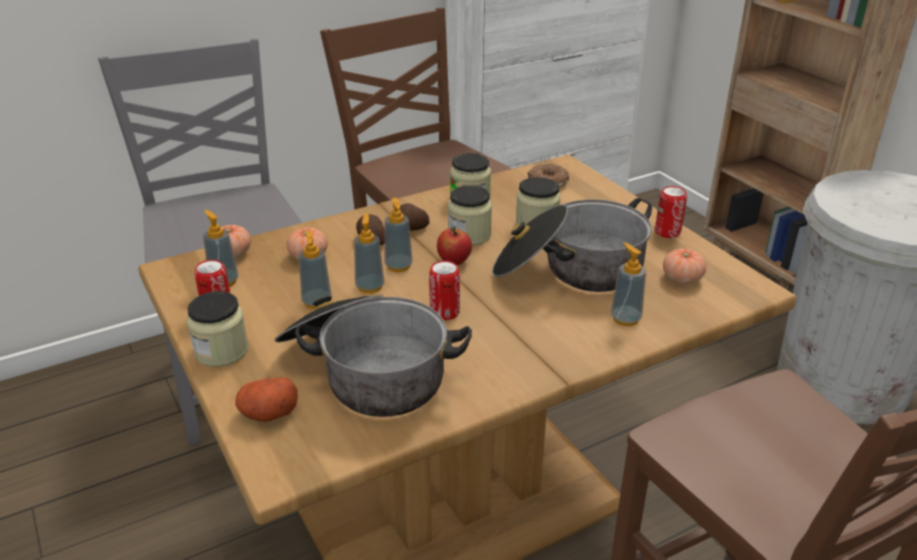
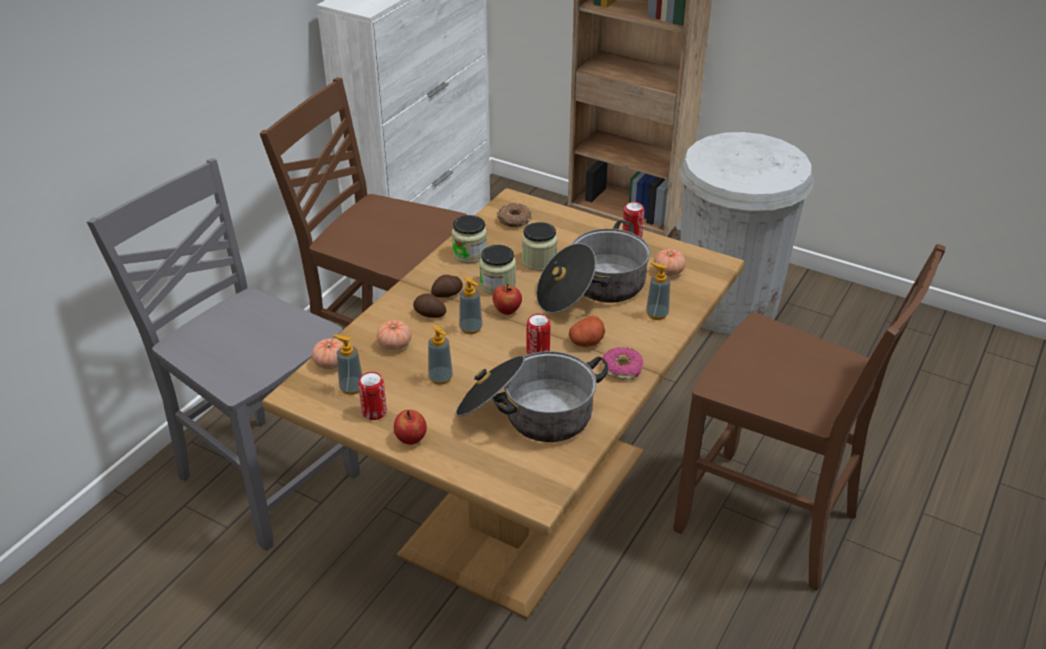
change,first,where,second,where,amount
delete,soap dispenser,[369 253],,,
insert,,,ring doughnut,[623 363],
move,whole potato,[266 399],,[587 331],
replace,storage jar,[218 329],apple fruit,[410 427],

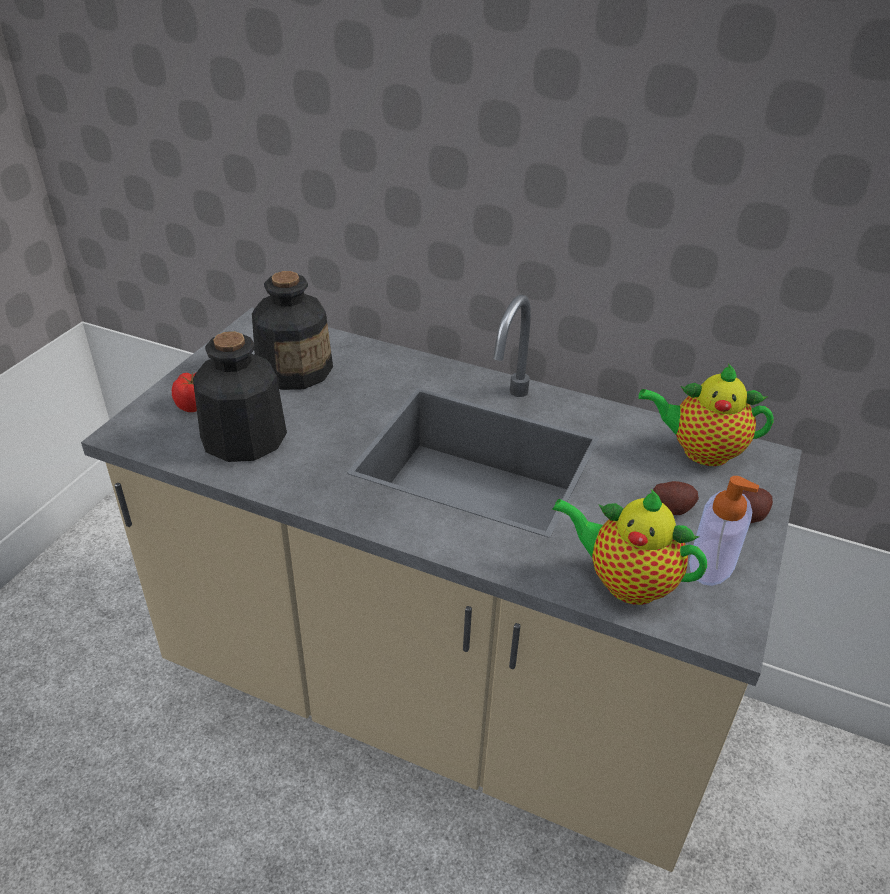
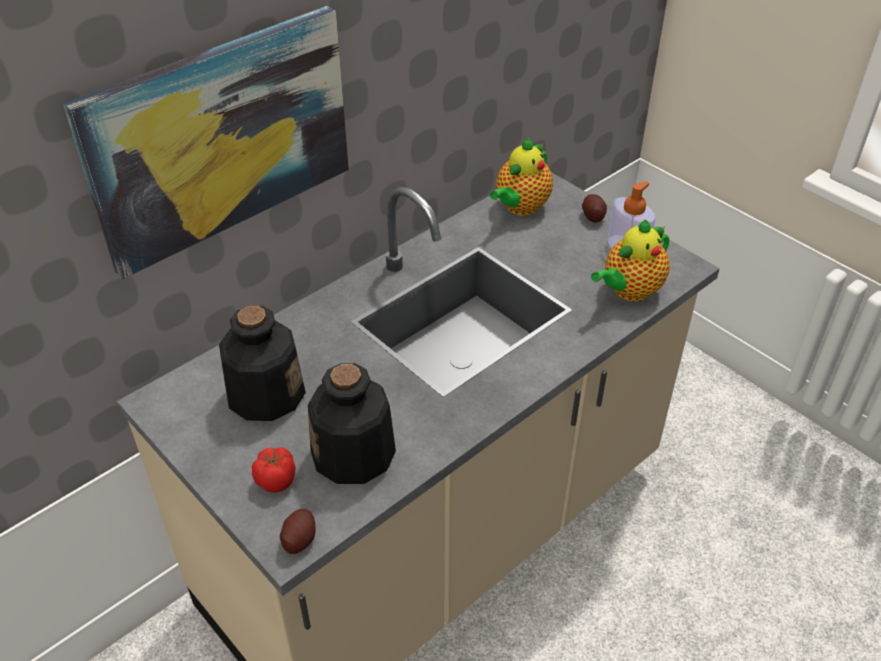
change,first,where,second,where,amount
insert,,,wall art,[206 142],
move,whole potato,[676 498],,[298 531],

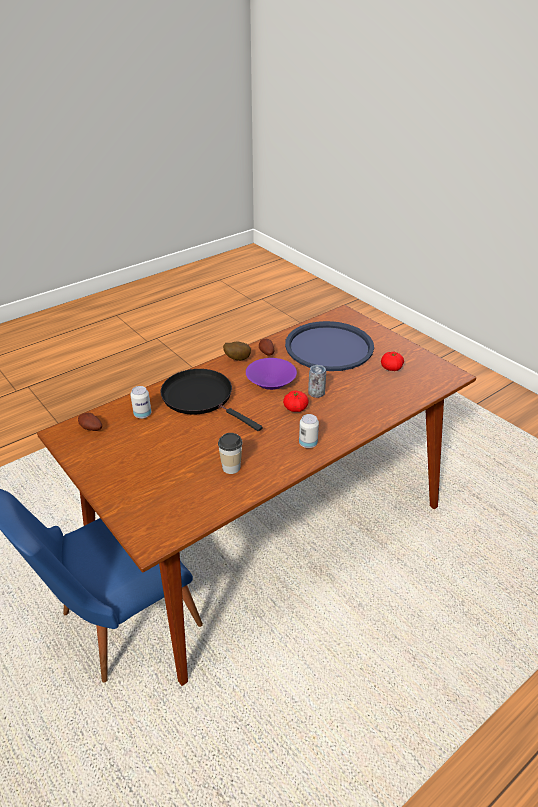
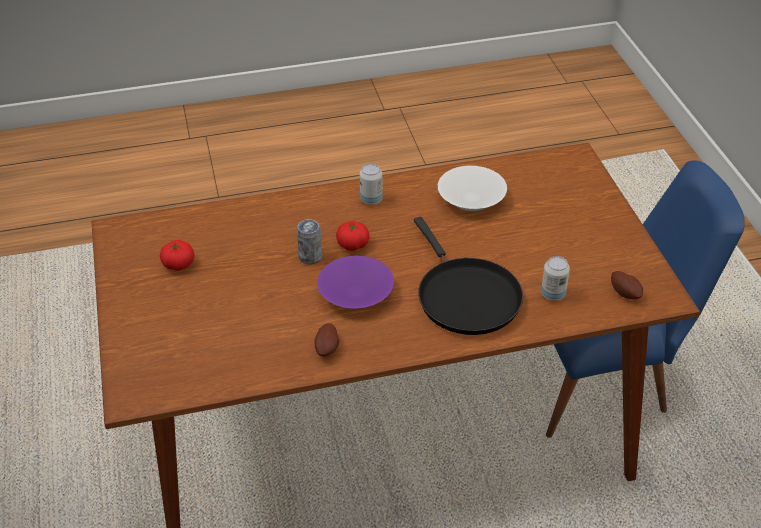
change,first,where,second,where,amount
delete,whole potato,[237 351],,,
delete,blue carrying tray,[329 346],,,
replace,cup,[230 453],whitish serving bowl,[472 188],

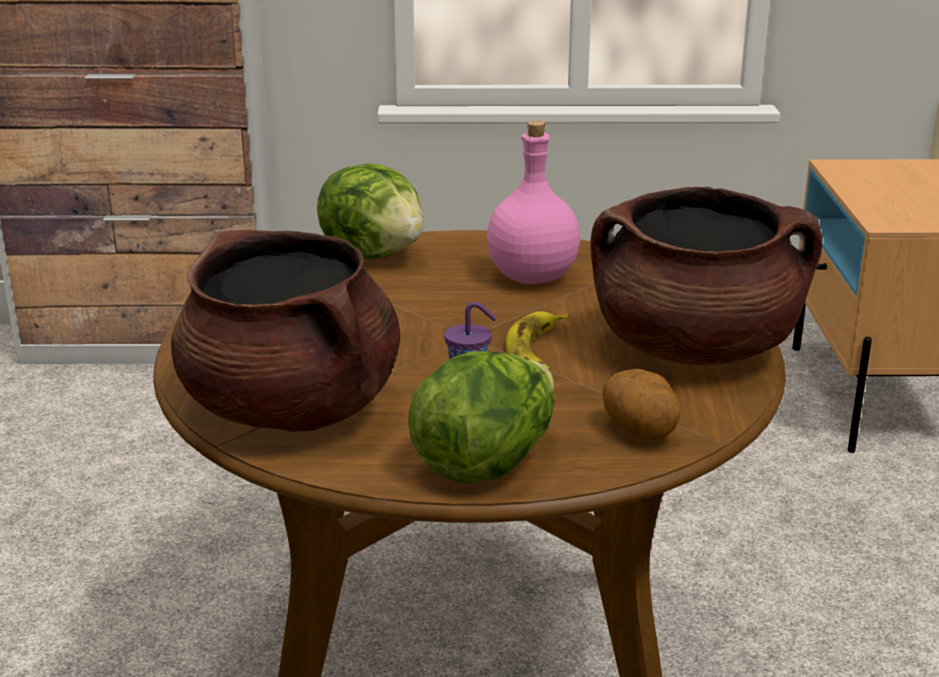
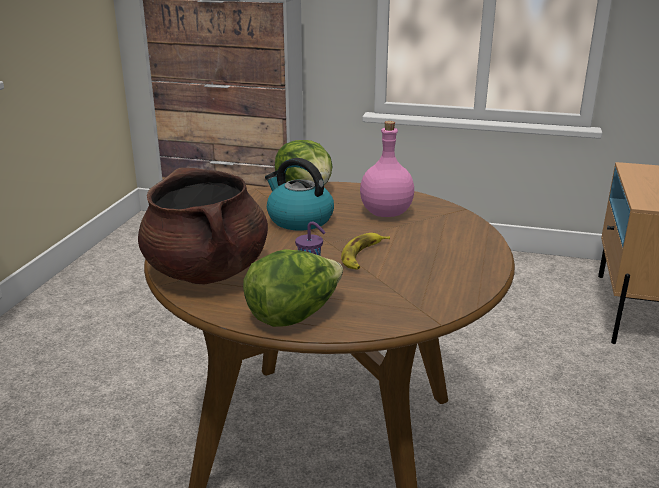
change,first,where,second,where,amount
delete,brown stockpot,[706 276],,,
delete,whole potato,[641 404],,,
insert,,,tea kettle,[299 194],

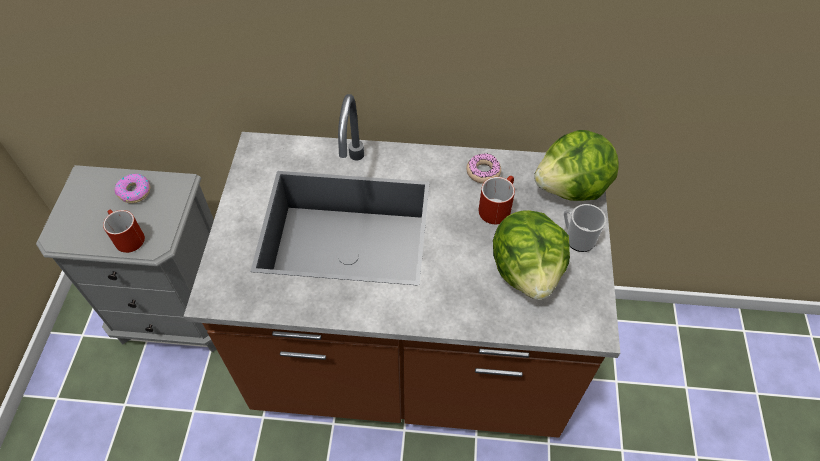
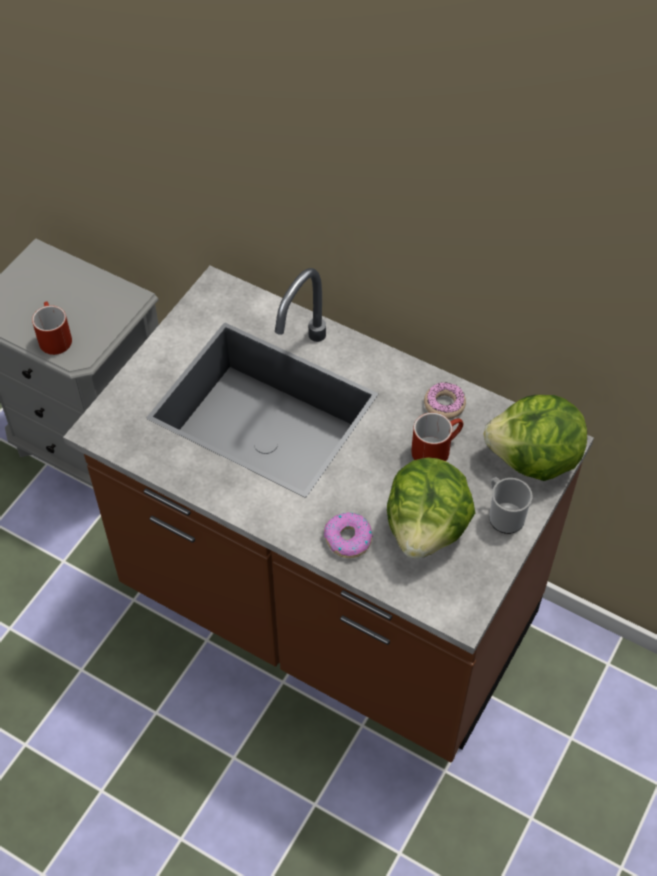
change,first,where,second,where,amount
move,ring doughnut,[132 188],,[348 535],

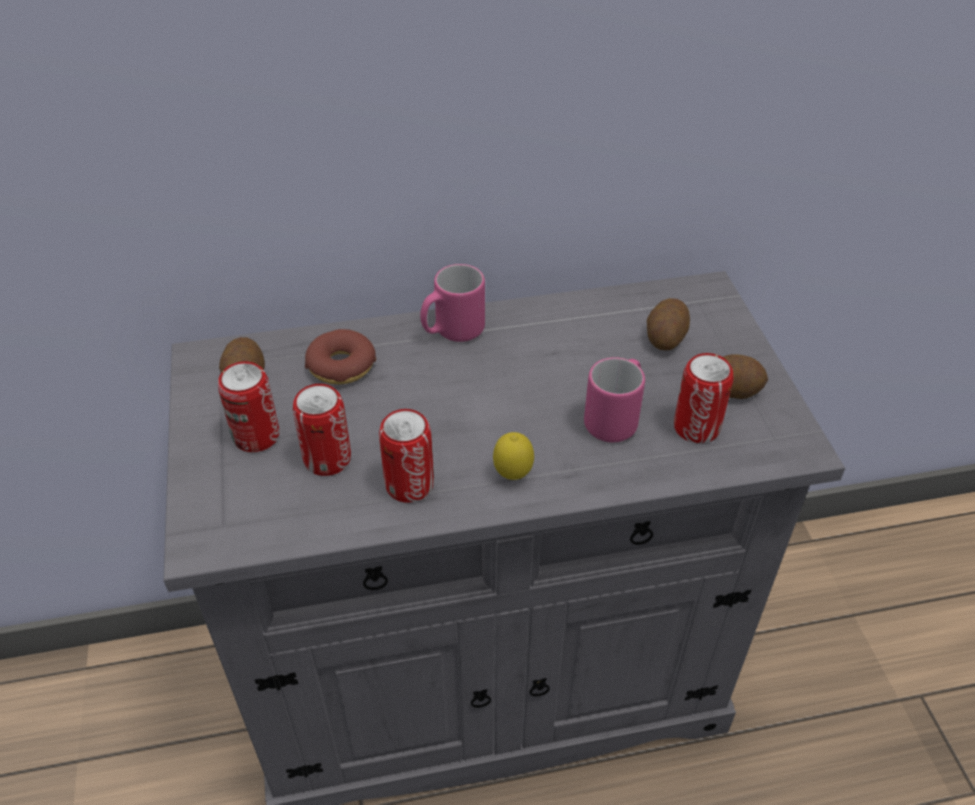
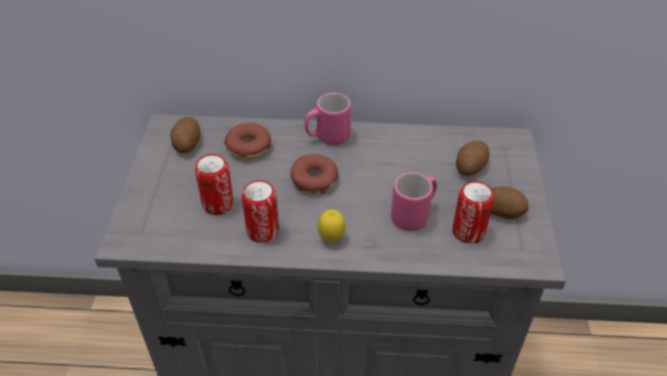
change,first,where,second,where,amount
delete,can,[248 406],,,
insert,,,ring doughnut,[314 174],

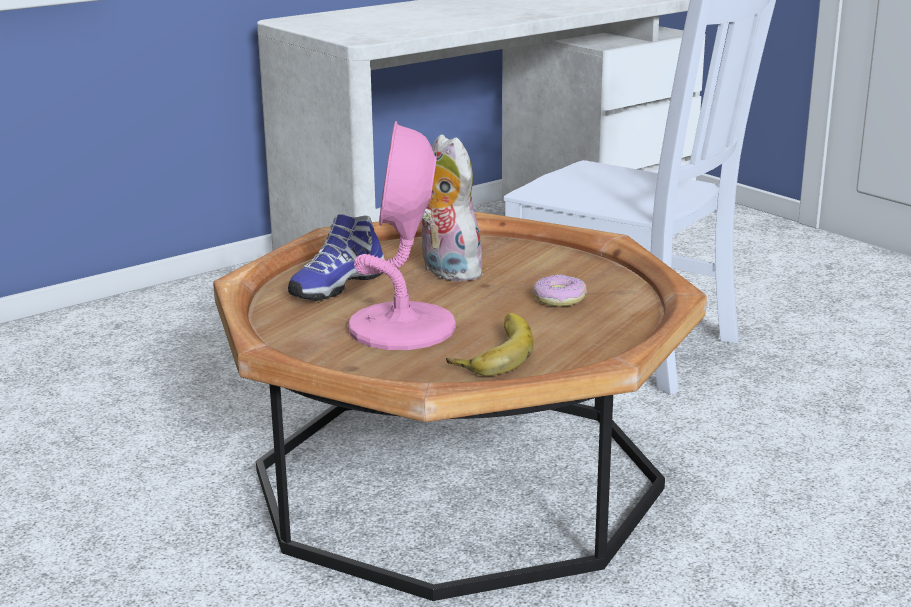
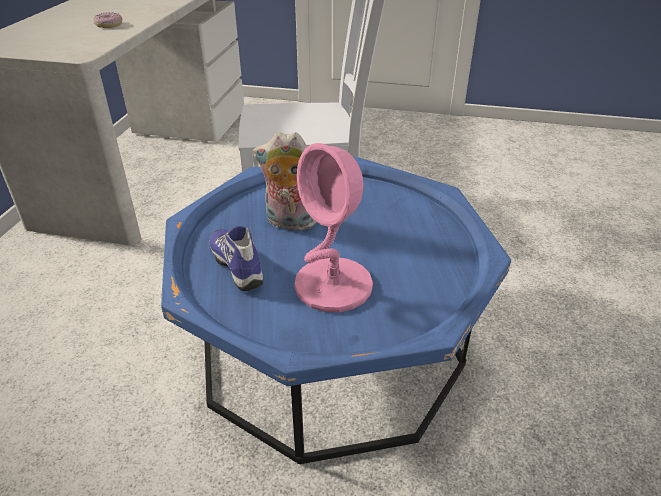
change,first,where,second,where,amount
delete,banana,[490 344],,,
move,ring doughnut,[560 291],,[107 20],
recolor,brown coffee table,[460 406],blue coffee table,[336 310],
rotate,shoe,[336 257],,[236 259],150 degrees clockwise

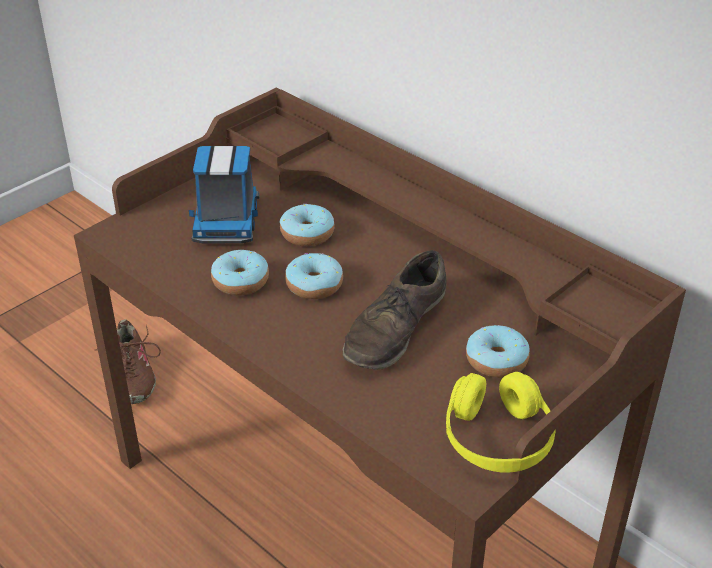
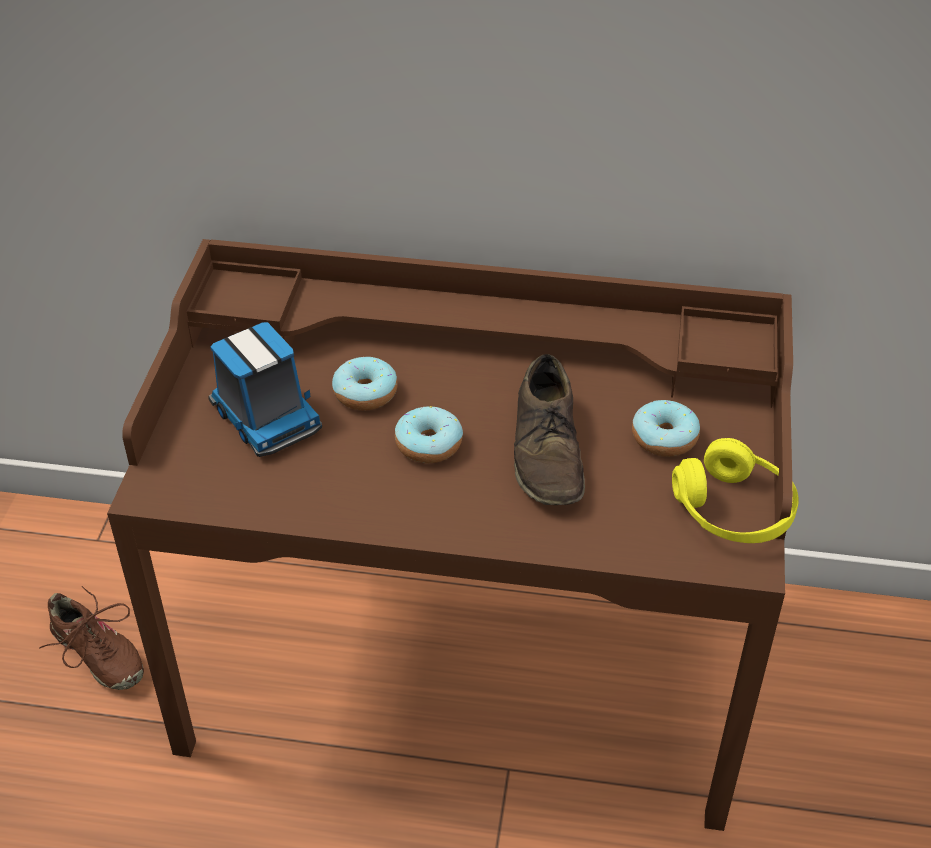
change,first,where,second,where,amount
delete,ring doughnut,[240 273],,,

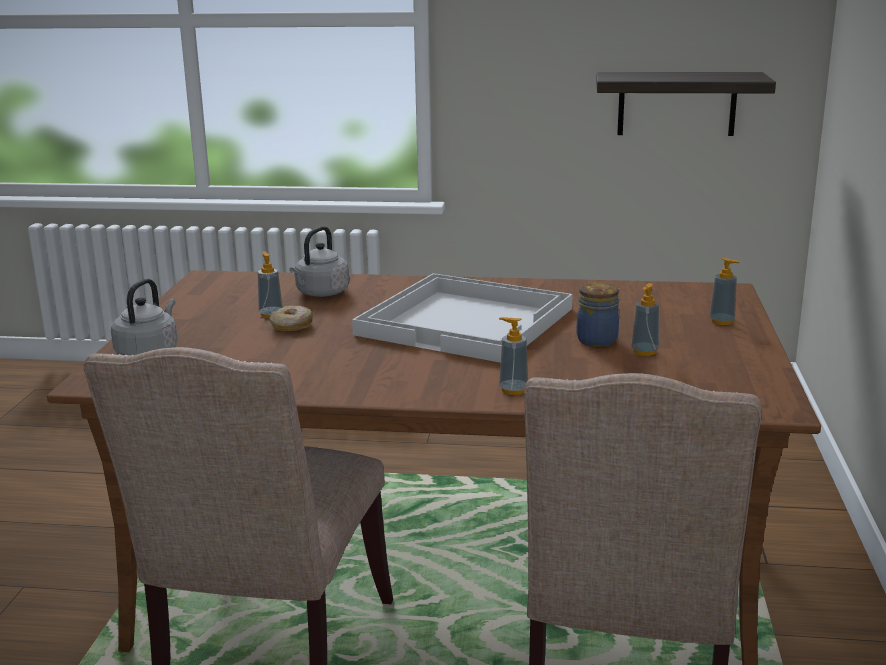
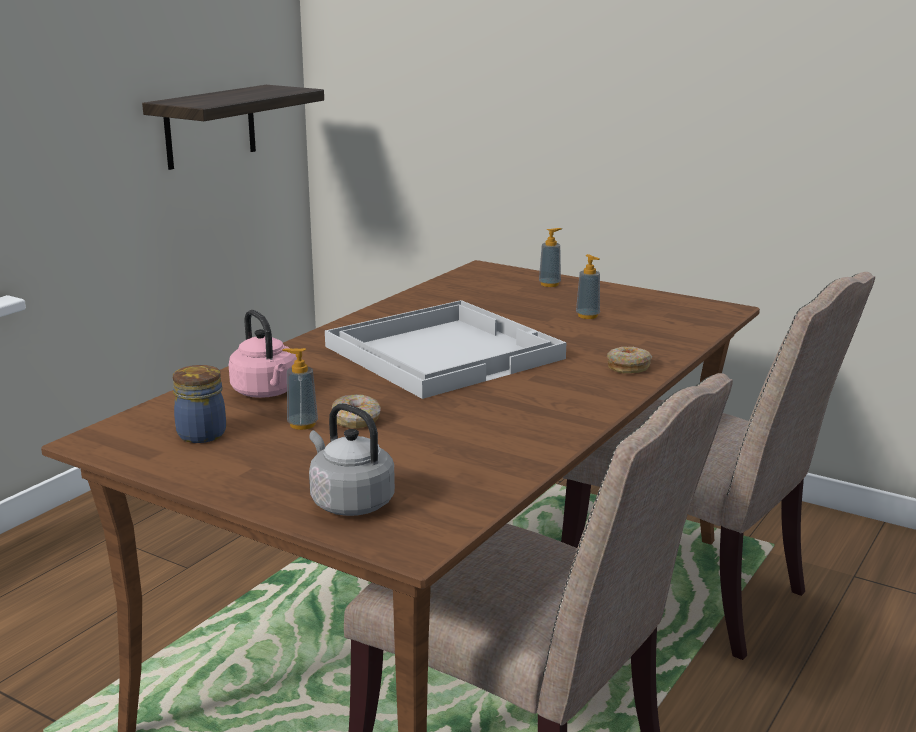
change,first,where,second,where,amount
move,storage jar,[598 315],,[199 404],
replace,soap dispenser,[513 356],ring doughnut,[629 360],
recolor,gray tea kettle,[319 261],pinkish tea kettle,[263 354],

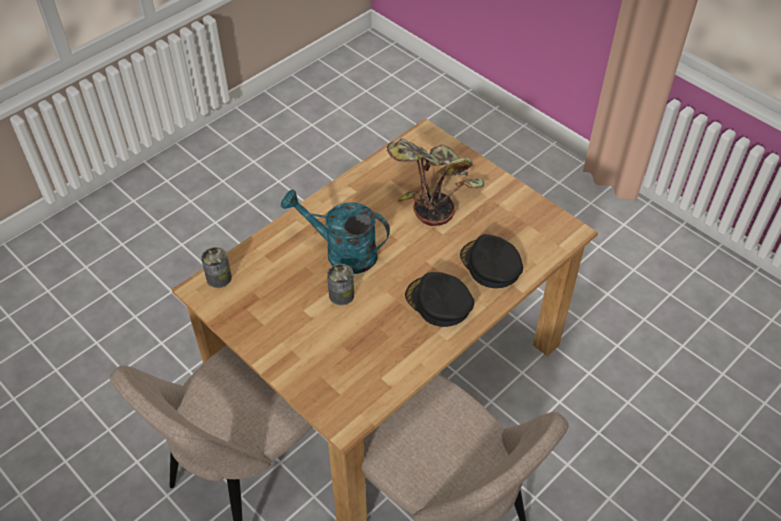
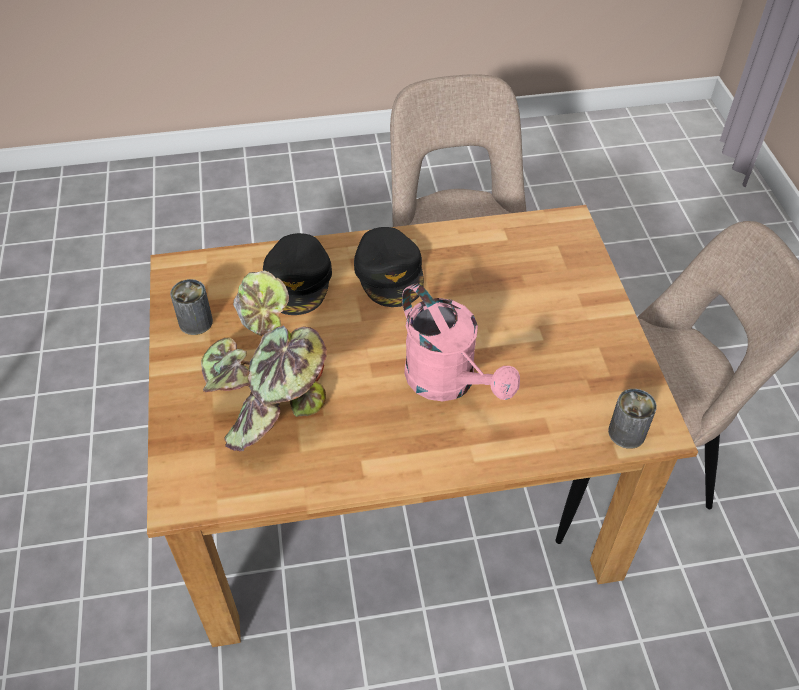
change,first,where,second,where,amount
move,can,[340 284],,[191 307],
recolor,turquoise watering can,[335 231],pinkish watering can,[461 342],

